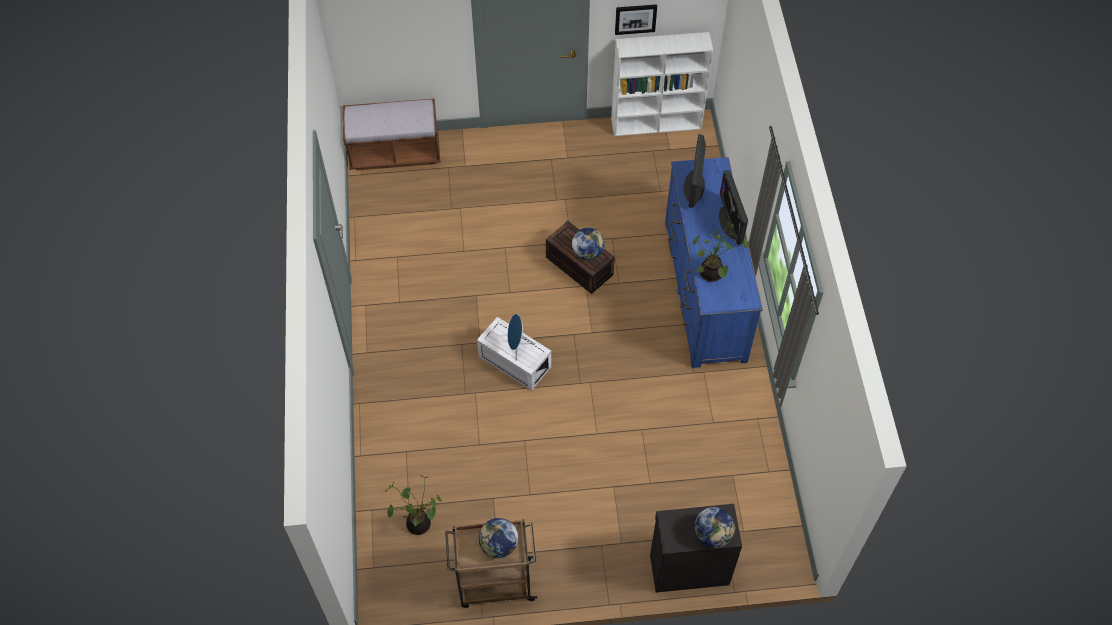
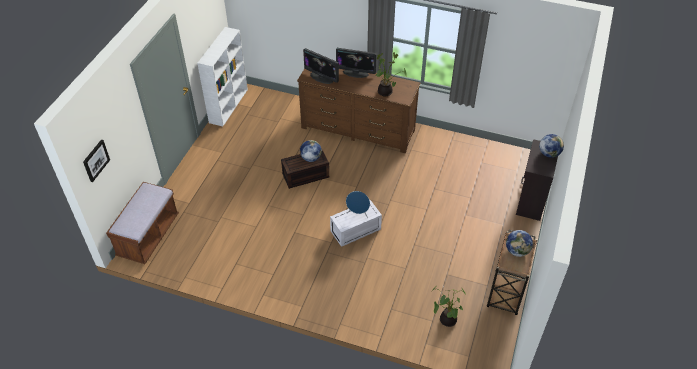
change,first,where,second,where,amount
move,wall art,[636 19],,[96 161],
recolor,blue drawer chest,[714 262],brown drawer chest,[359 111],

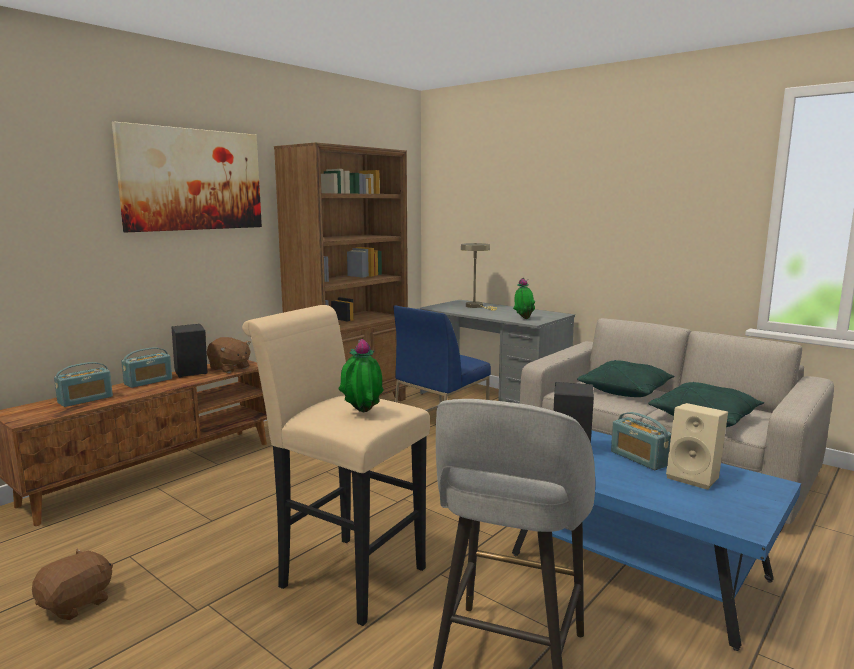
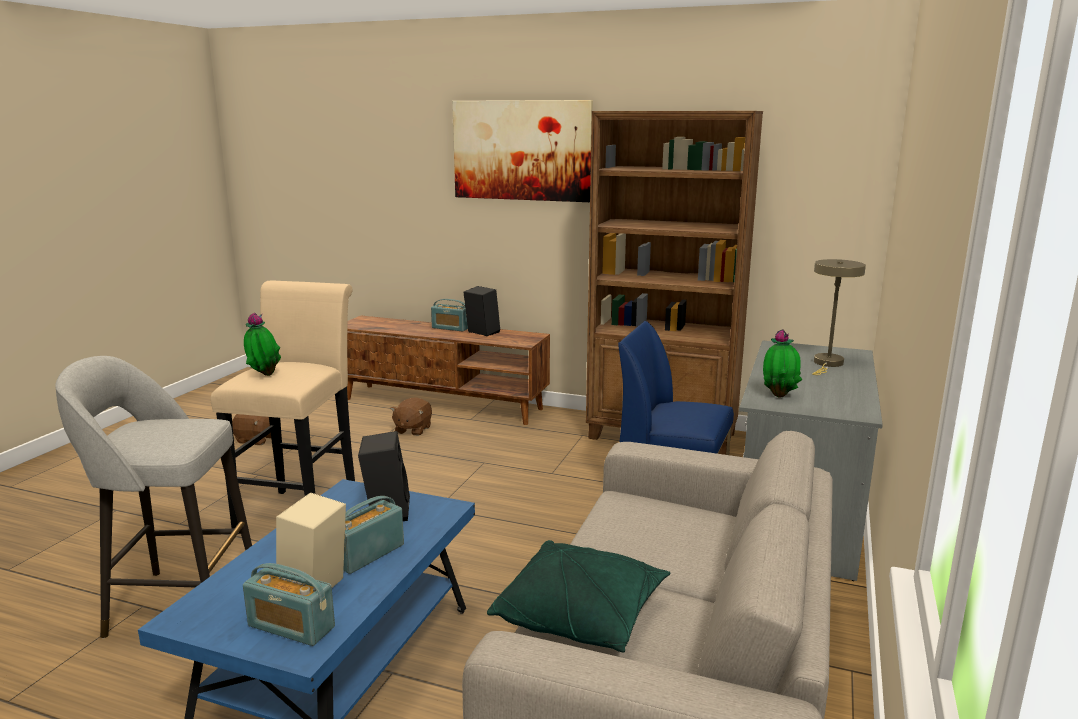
change,first,where,second,where,amount
delete,green-coloured pillow,[626 378],,,
move,radio receiver,[83 384],,[289 604],
move,brown cuddly toy,[229 355],,[411 416],

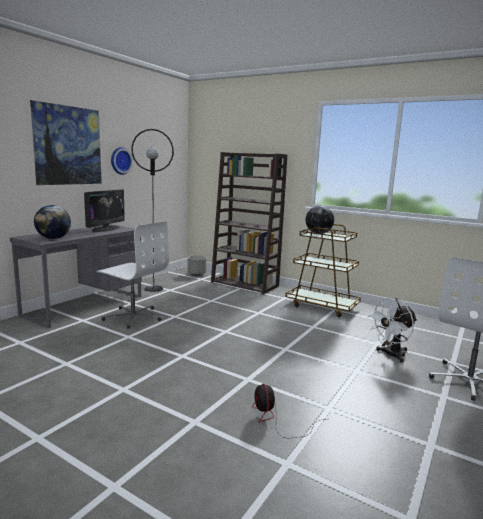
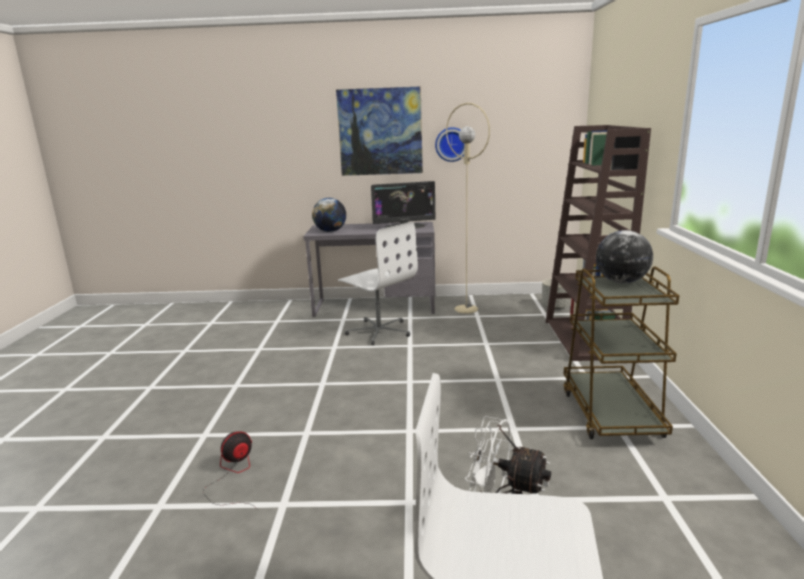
change,first,where,second,where,amount
recolor,black-coloured floor lamp,[152 210],sand-coloured floor lamp,[468 208],
rotate,whitish desk chair,[133 275],,[378 283],45 degrees counterclockwise

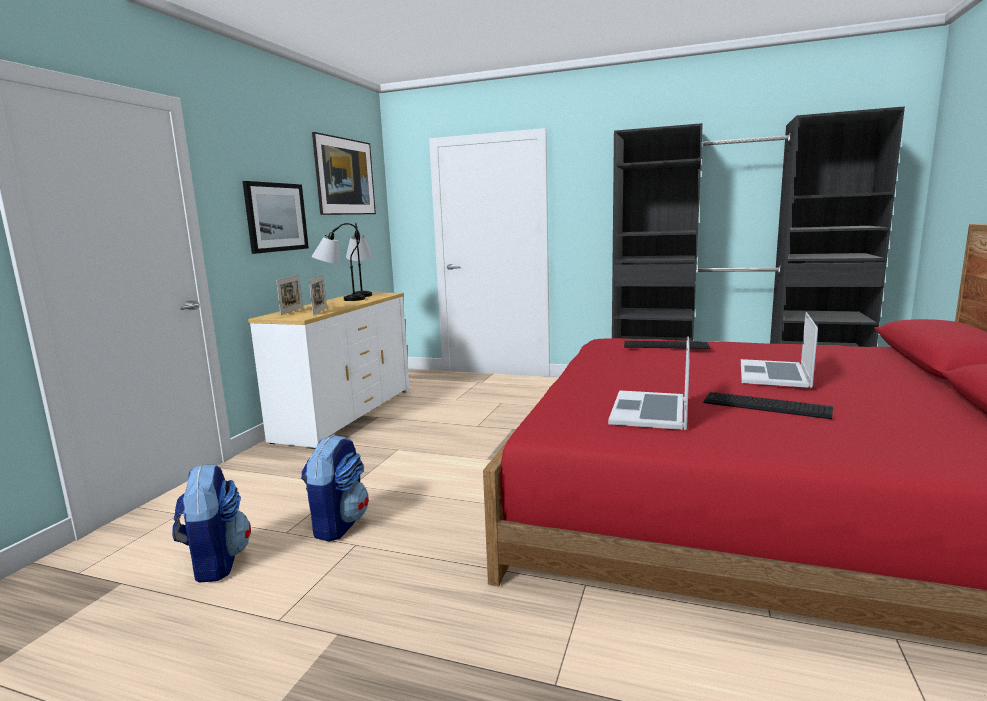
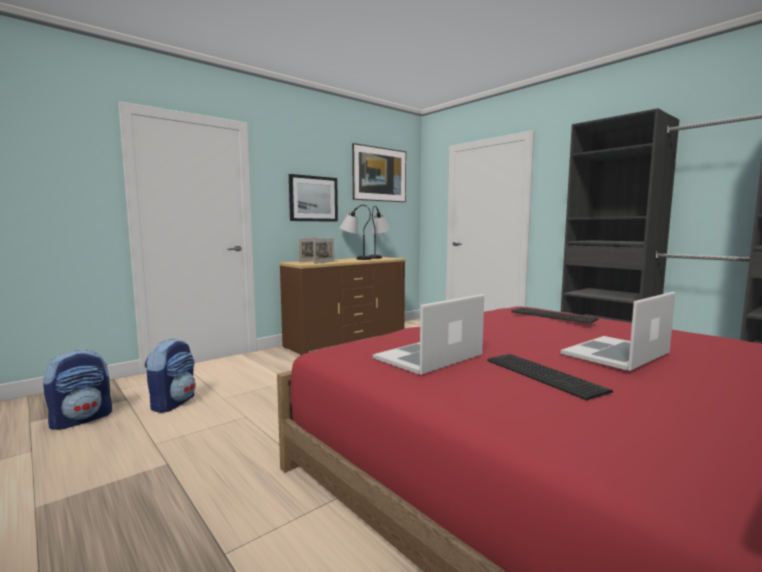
change,first,where,second,where,amount
move,knapsack,[335 488],,[77 389],
recolor,whitish drawer chest,[329 371],brown drawer chest,[342 306],

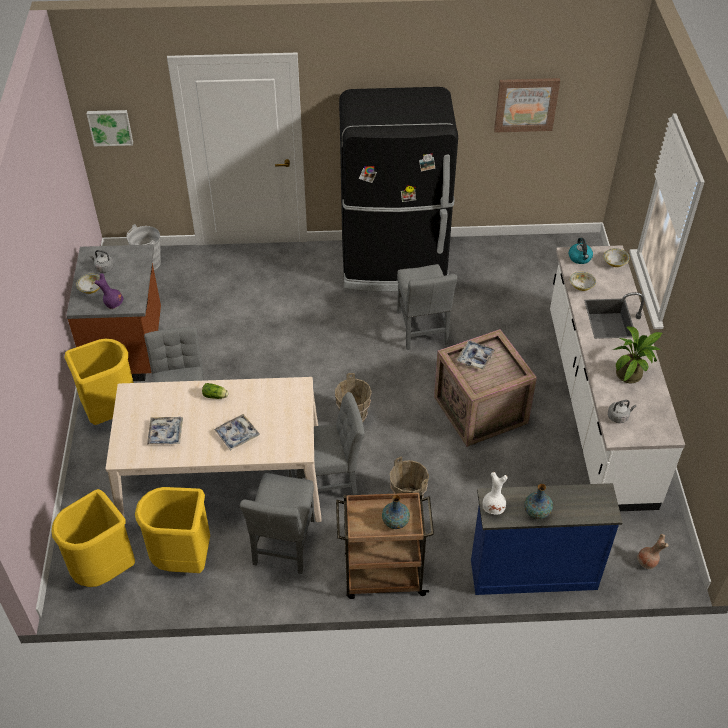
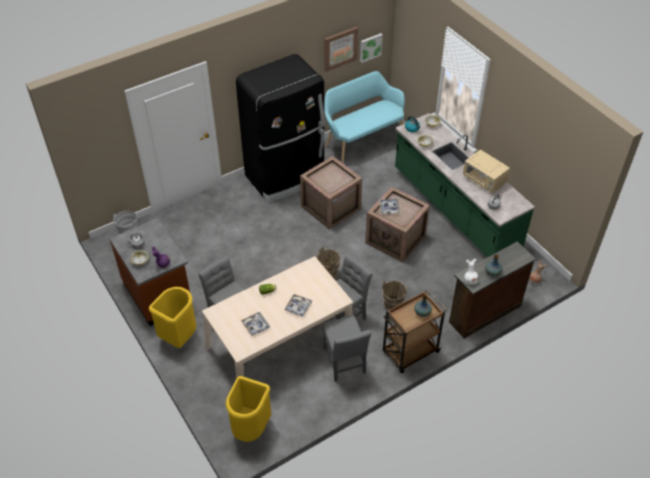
change,first,where,second,where,amount
delete,yellowish rubbish bin,[172 530],,,
insert,,,turquoise long seat,[364 117],
move,wall art,[110 128],,[371 48],
replace,gray plain chair,[427 307],crate,[331 193],
replace,houseplant,[637 354],sand-coloured microwave,[486 171],
recolor,blue drawer chest,[547 539],brown drawer chest,[492 289],
recolor,whitish counter,[617 378],green-coloured counter,[465 185],

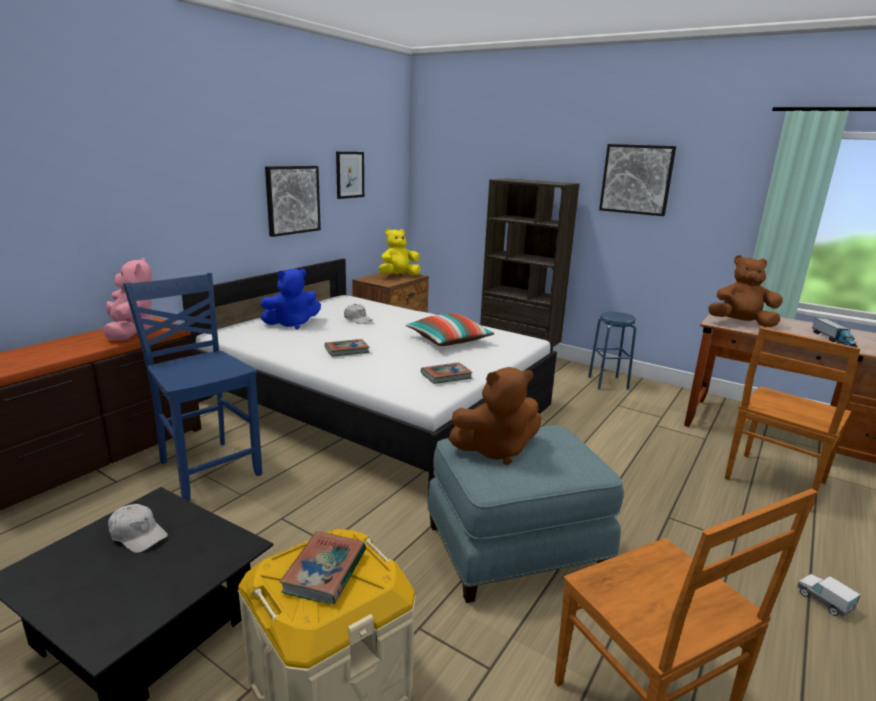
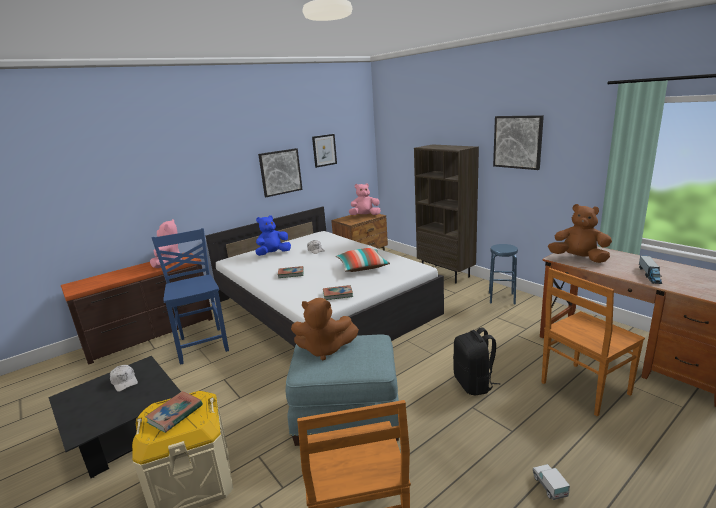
change,first,where,second,where,amount
insert,,,black-coloured knapsack,[477 361],
recolor,yellowish cuddly toy,[400 252],pinkish cuddly toy,[365 199],
rotate,blue cuddly toy,[291 299],,[273 235],150 degrees clockwise

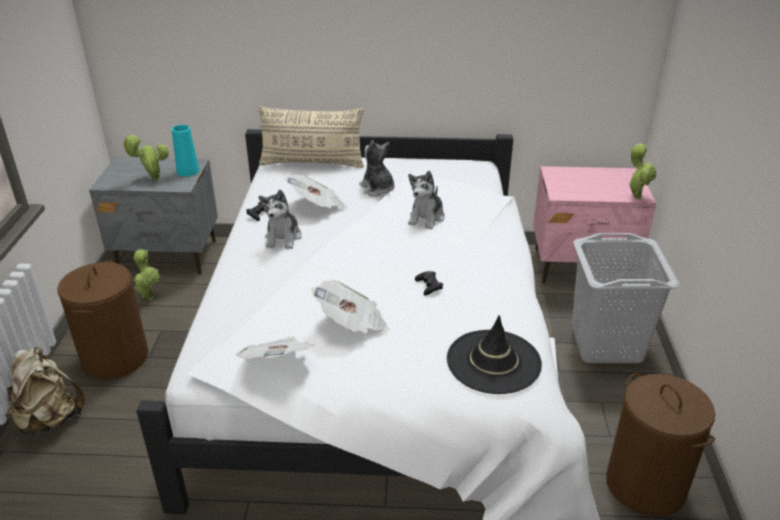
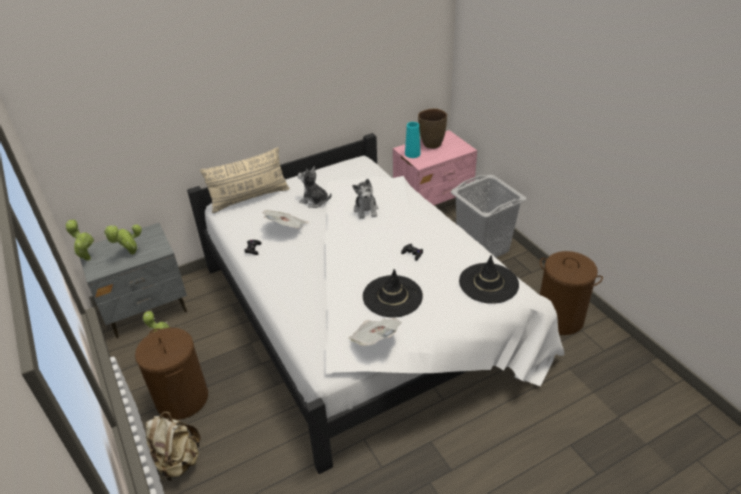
change,first,where,second,where,amount
delete,cuddly toy,[280 219],,,
insert,,,brown flower vase,[432 128],
move,turquoise flower vase,[185 151],,[413 140],
move,houseplant,[643 171],,[79 240],
replace,daily paper,[350 306],black-coloured hat,[393 293],

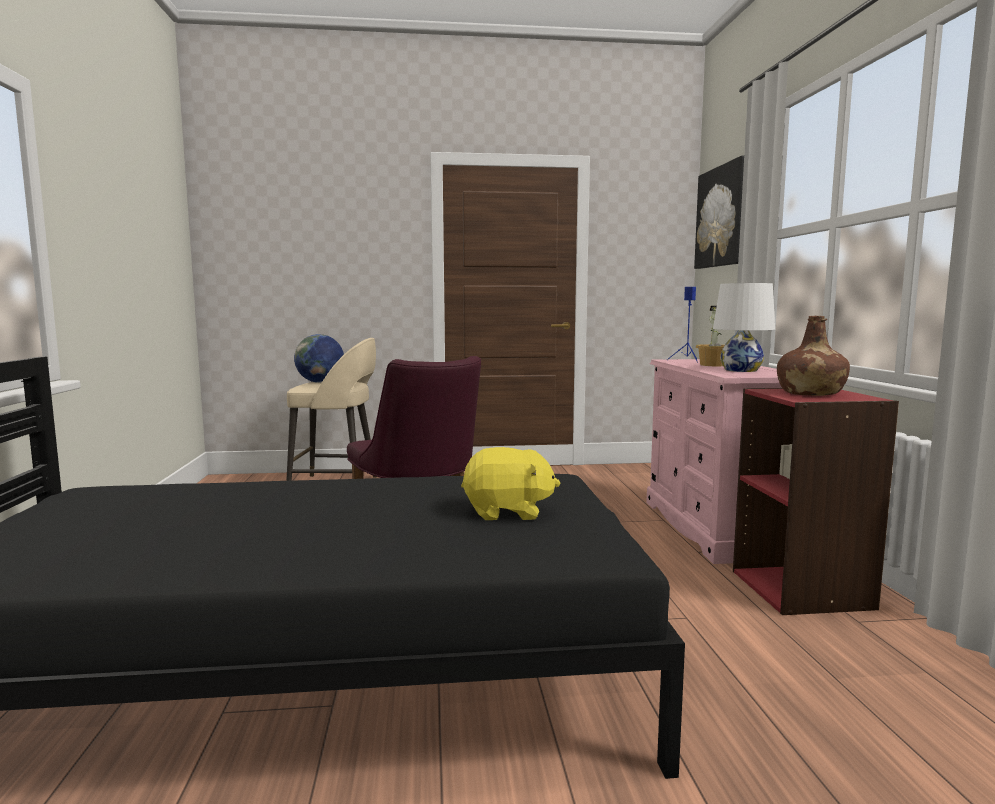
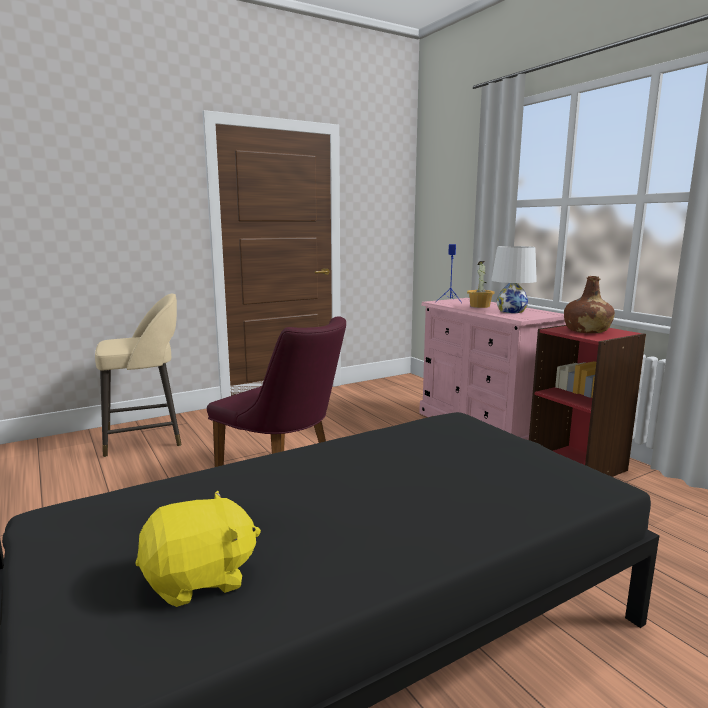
change,first,where,second,where,amount
delete,desk globe,[319 358],,,
delete,wall art,[719 212],,,
move,yellowish cuddly toy,[510 483],,[198 549],

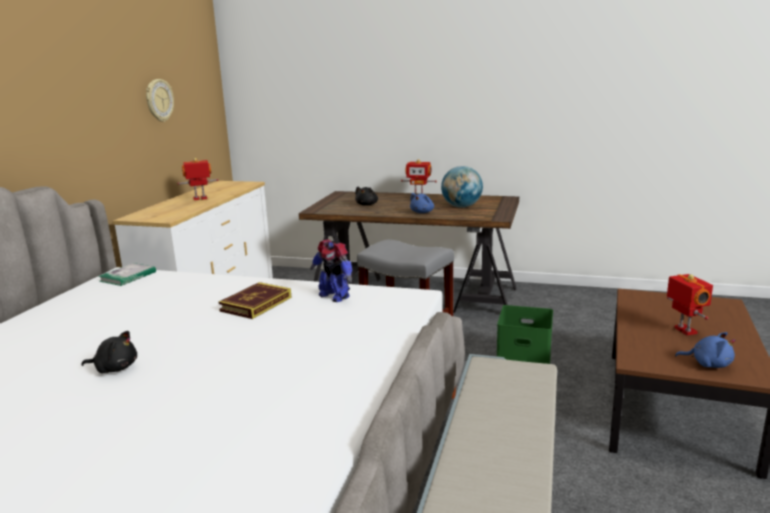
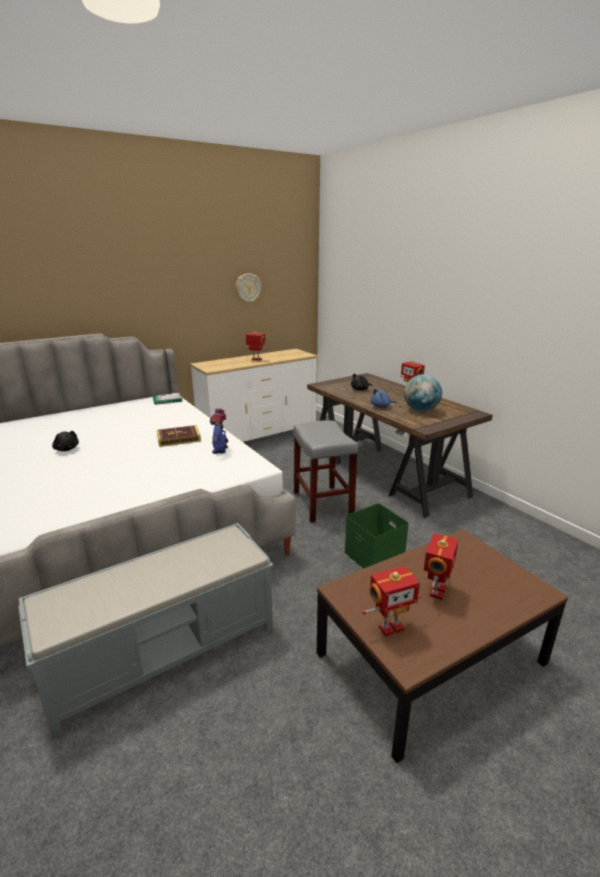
change,first,where,second,where,amount
replace,blue cuddly toy,[705 350],model robot,[391 601],

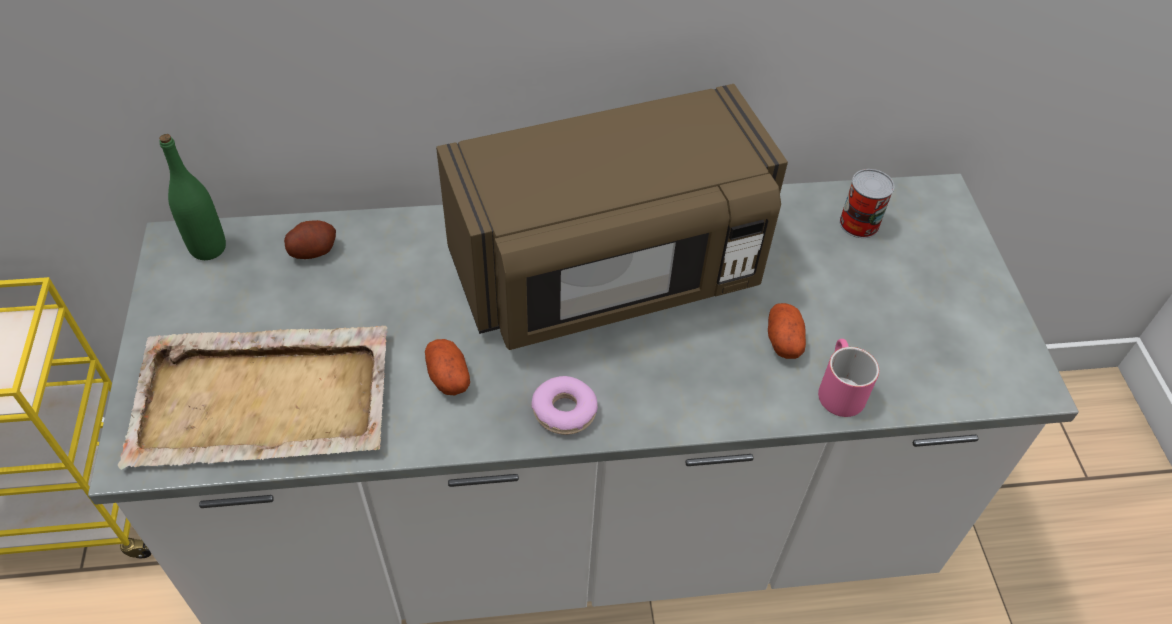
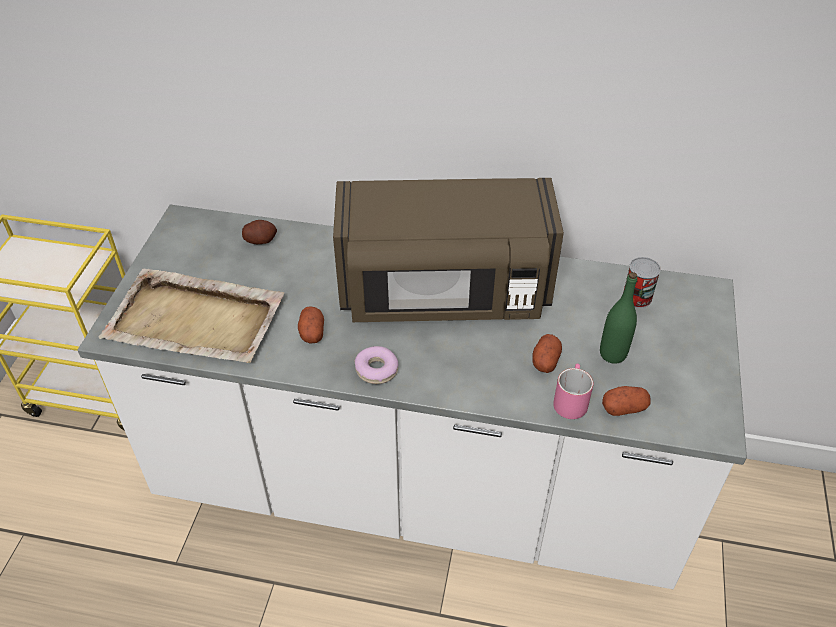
change,first,where,second,where,amount
insert,,,whole potato,[626 401],
move,green-coloured bottle,[192 197],,[618 318],

